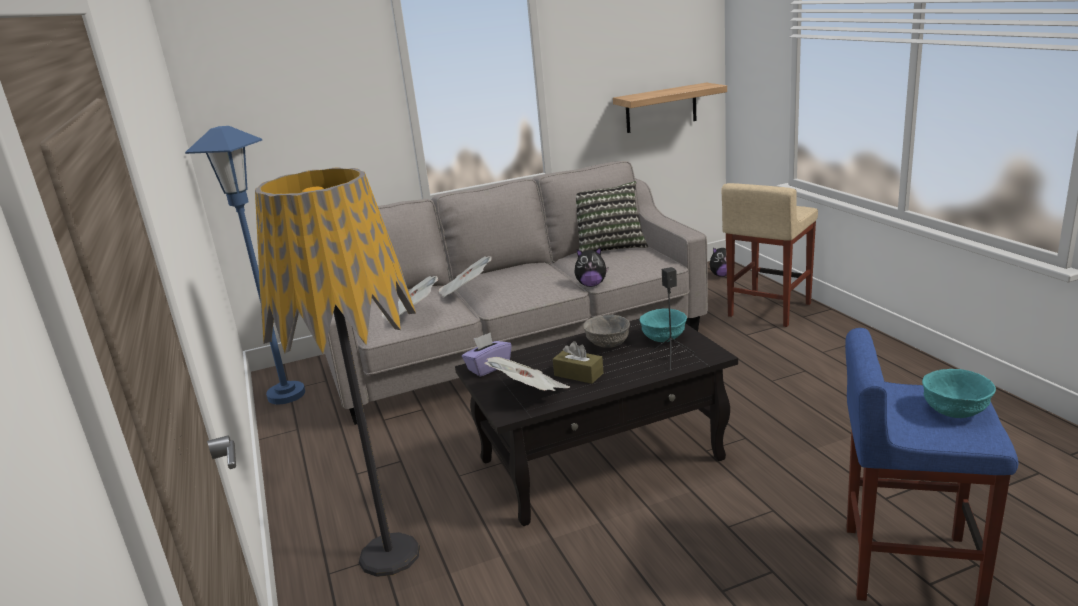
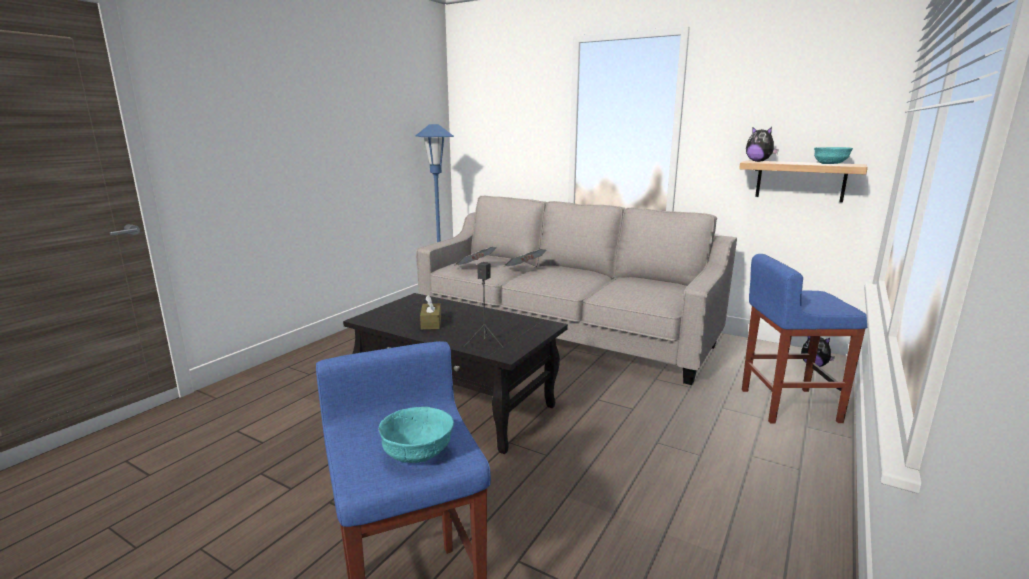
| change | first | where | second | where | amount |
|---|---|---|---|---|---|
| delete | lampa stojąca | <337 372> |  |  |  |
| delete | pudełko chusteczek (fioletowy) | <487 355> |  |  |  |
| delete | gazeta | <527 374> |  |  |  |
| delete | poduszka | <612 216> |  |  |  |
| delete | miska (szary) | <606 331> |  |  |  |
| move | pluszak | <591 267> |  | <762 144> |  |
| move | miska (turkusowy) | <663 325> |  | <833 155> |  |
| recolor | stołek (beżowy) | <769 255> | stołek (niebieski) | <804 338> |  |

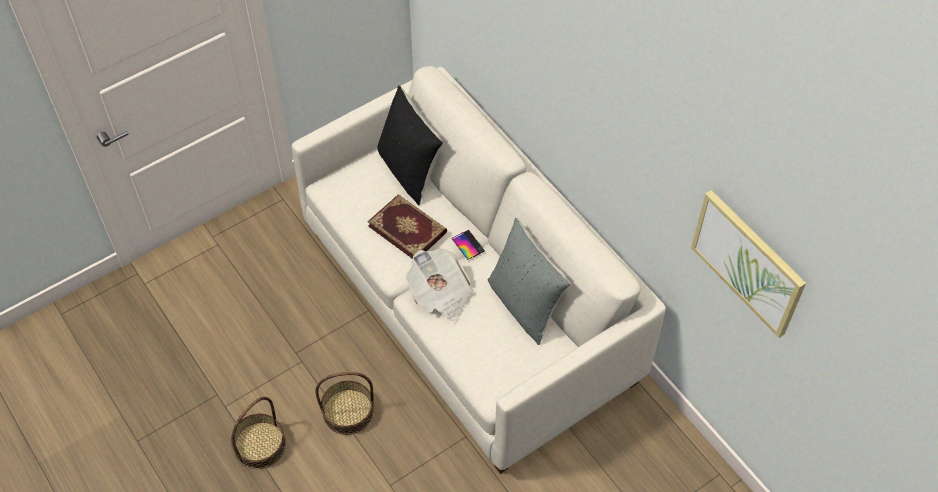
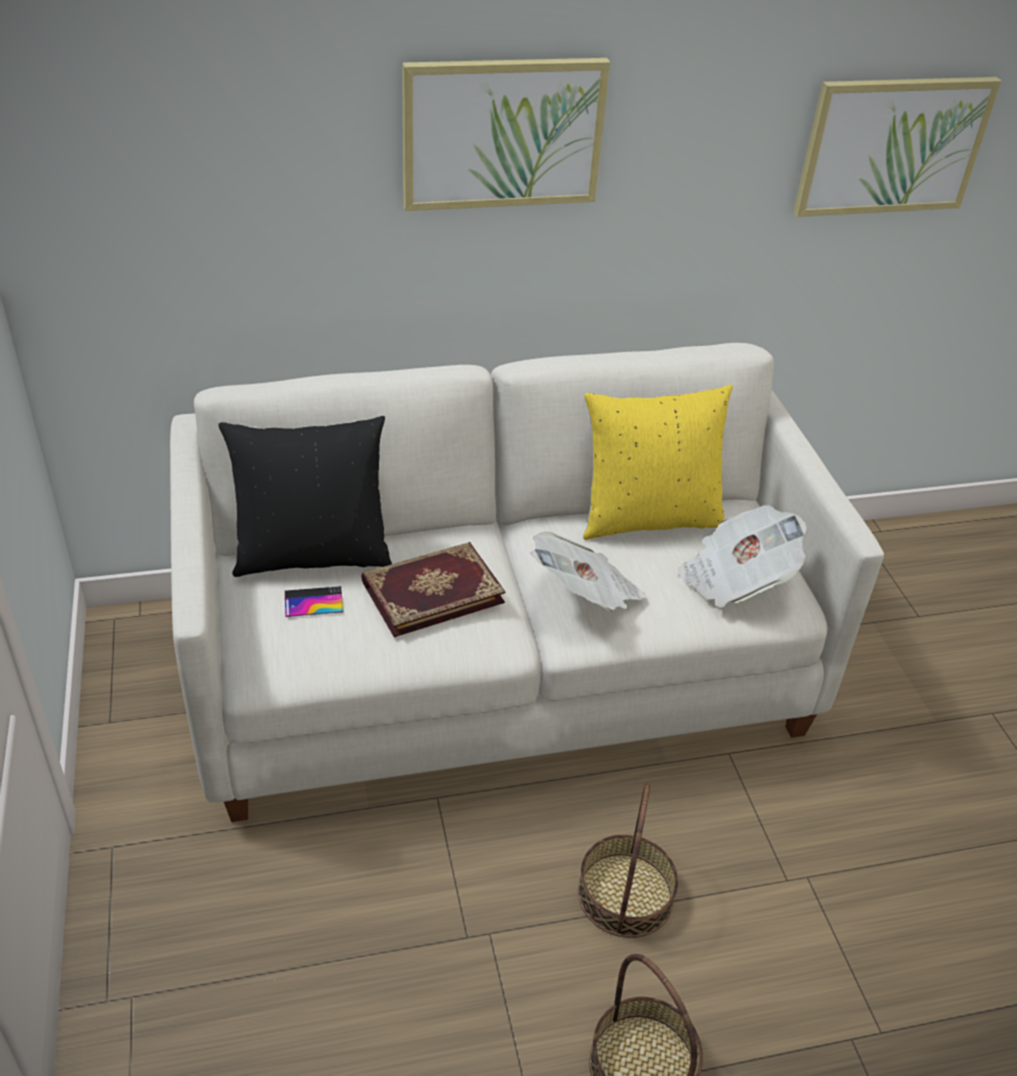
| change | first | where | second | where | amount |
|---|---|---|---|---|---|
| insert |  |  | obraz | <506 134> |  |
| insert |  |  | gazeta | <743 556> |  |
| move | telefon | <468 245> |  | <314 601> |  |
| recolor | poduszka (szary) | <529 281> | poduszka (żółty) | <658 462> |  |

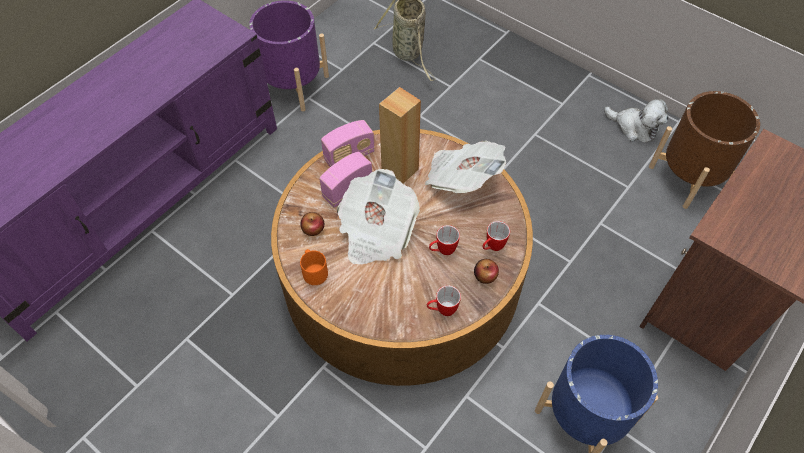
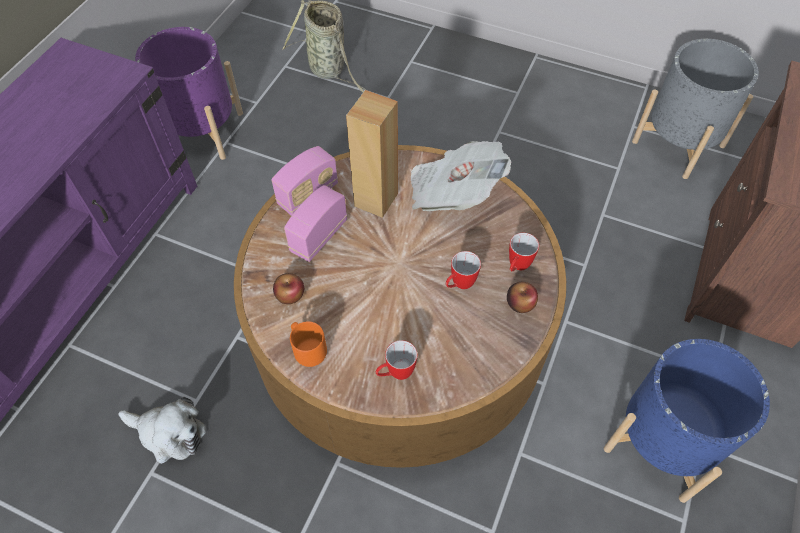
| change | first | where | second | where | amount |
|---|---|---|---|---|---|
| delete | gazeta | <378 216> |  |  |  |
| move | kubek | <444 300> |  | <396 360> |  |
| move | pluszak | <636 121> |  | <162 430> |  |
| recolor | donica (brązowy) | <704 150> | donica (szary) | <695 109> |  |

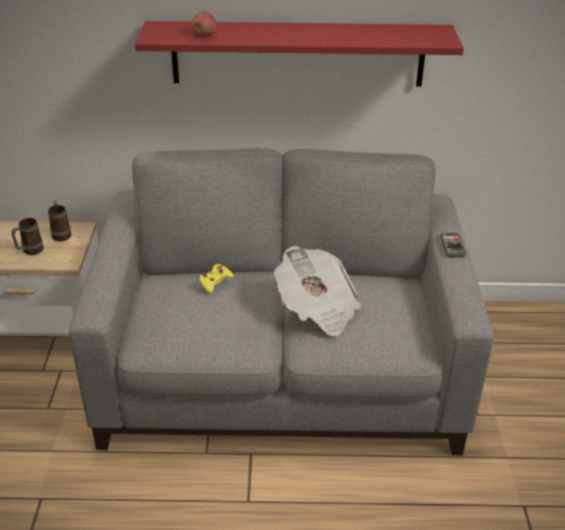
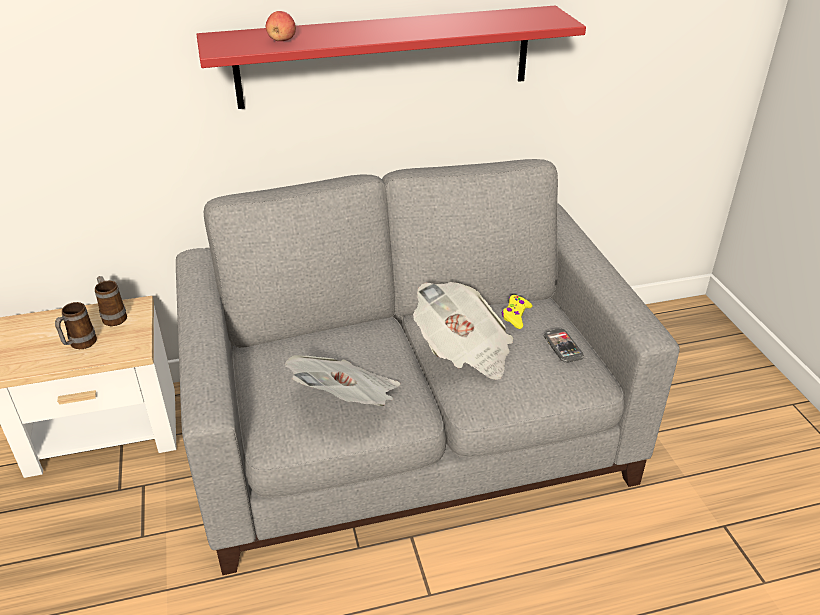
| change | first | where | second | where | amount |
|---|---|---|---|---|---|
| insert |  |  | gazeta | <343 380> |  |
| move | pad do gier (żółty) | <216 278> |  | <517 312> |  |
| move | telefon | <453 245> |  | <564 346> |  |

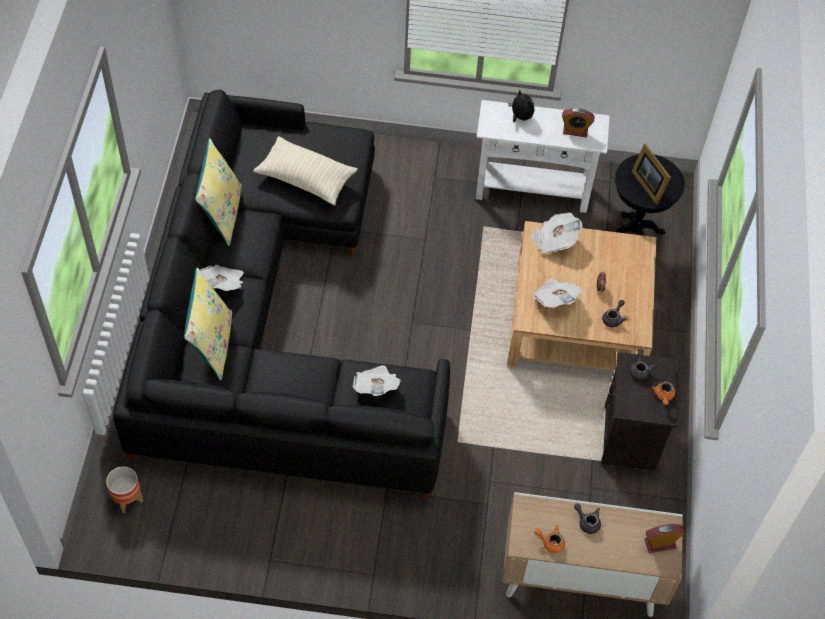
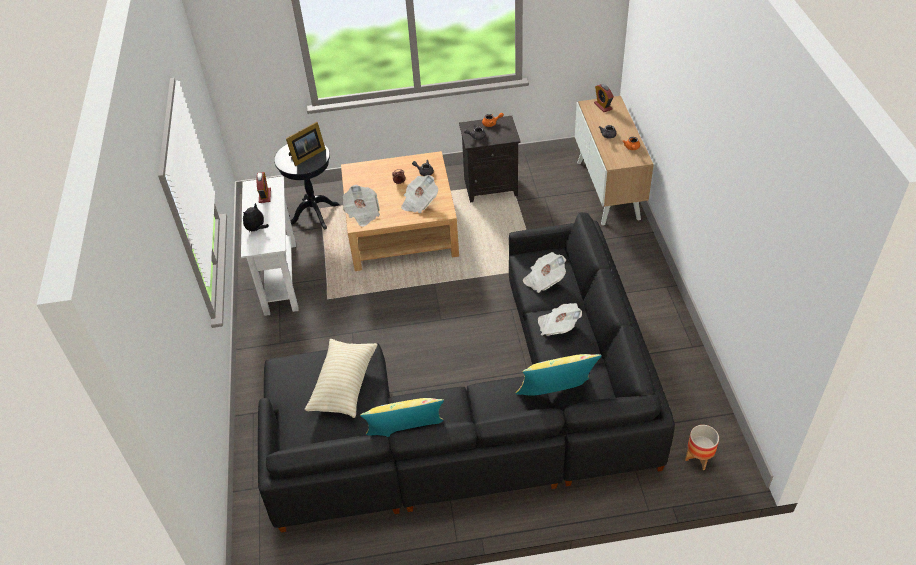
| change | first | where | second | where | amount |
|---|---|---|---|---|---|
| move | gazeta | <222 278> |  | <560 319> |  |

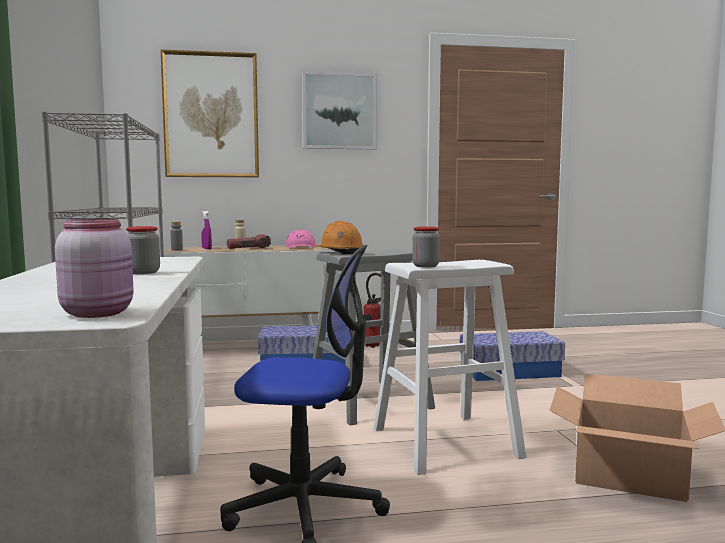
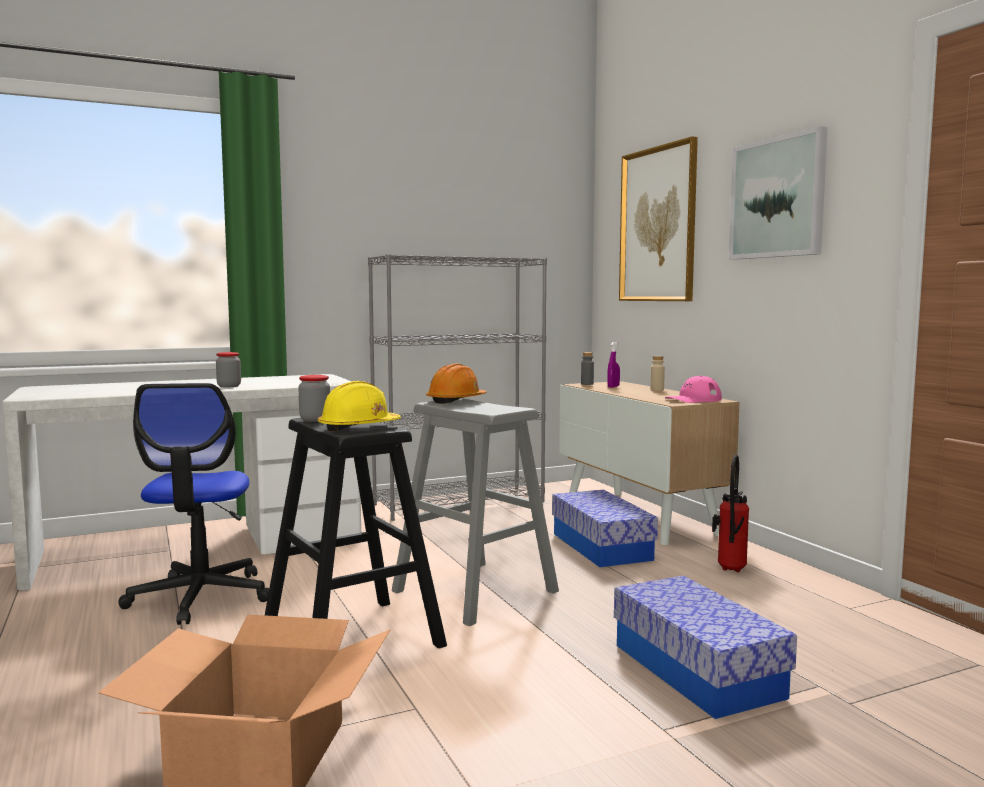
| change | first | where | second | where | amount |
|---|---|---|---|---|---|
| delete | słoik (różowy) | <94 268> |  |  |  |
| delete | latarka | <249 241> |  |  |  |
| insert |  |  | kask (żółty) | <359 406> |  |
| recolor | stołek (biały) | <450 367> | stołek (czarny) | <356 533> |  |

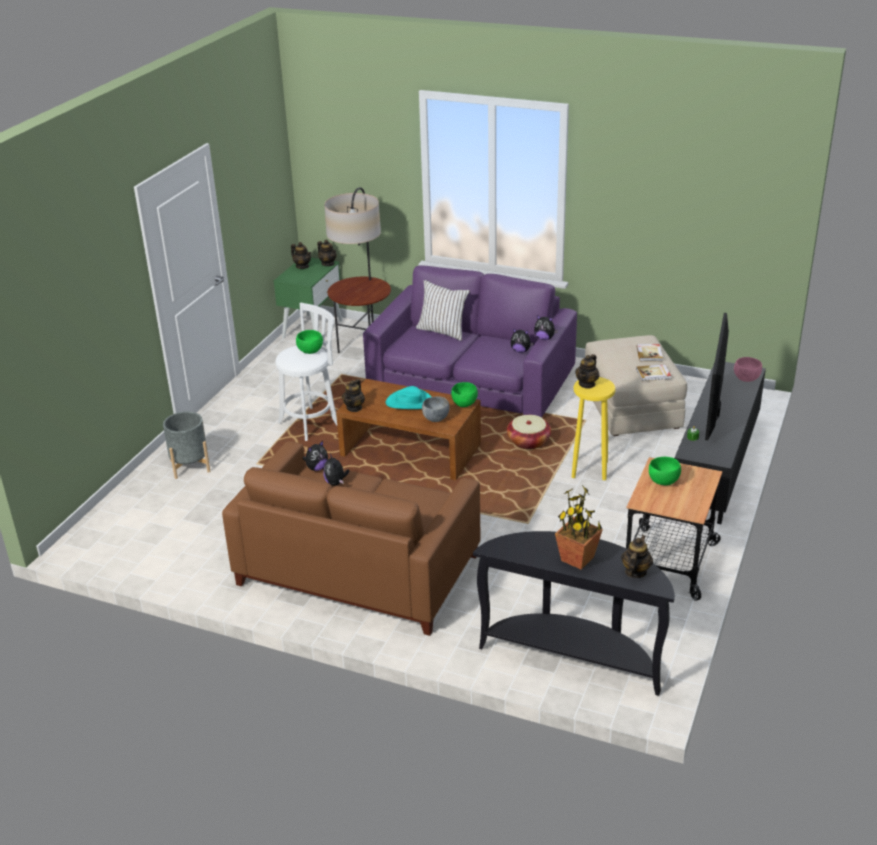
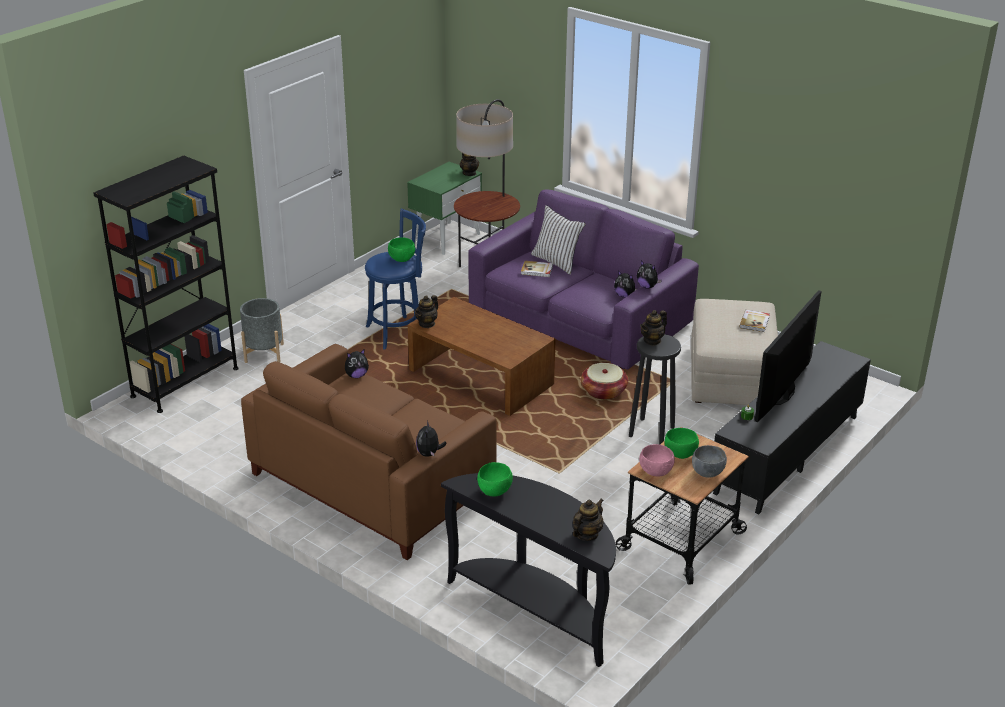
| change | first | where | second | where | amount |
|---|---|---|---|---|---|
| delete | imbryk | <301 255> |  |  |  |
| delete | kapelusz (turkusowy) | <408 397> |  |  |  |
| delete | roślina doniczkowa | <579 527> |  |  |  |
| insert |  |  | regał (czarny) | <166 284> |  |
| move | pluszak | <336 469> |  | <431 439> |  |
| move | miska (szary) | <436 409> |  | <709 461> |  |
| move | miska (zielony) | <464 394> |  | <495 479> |  |
| move | książka | <653 372> |  | <537 269> |  |
| move | miska (różowy) | <748 369> |  | <657 460> |  |
| recolor | stołek (biały) | <306 372> | stołek (niebieski) | <395 279> |  |
| recolor | stołek (żółty) | <594 428> | stołek (czarny) | <655 389> |  |

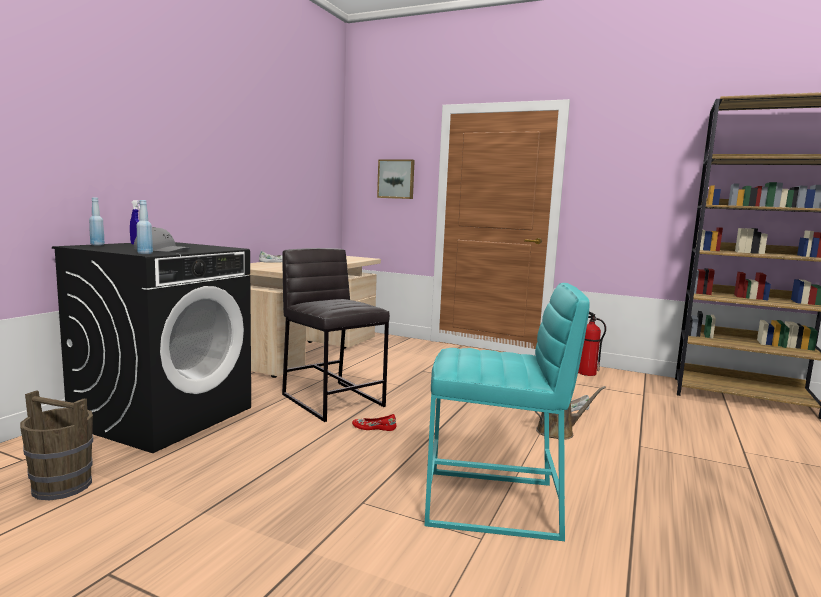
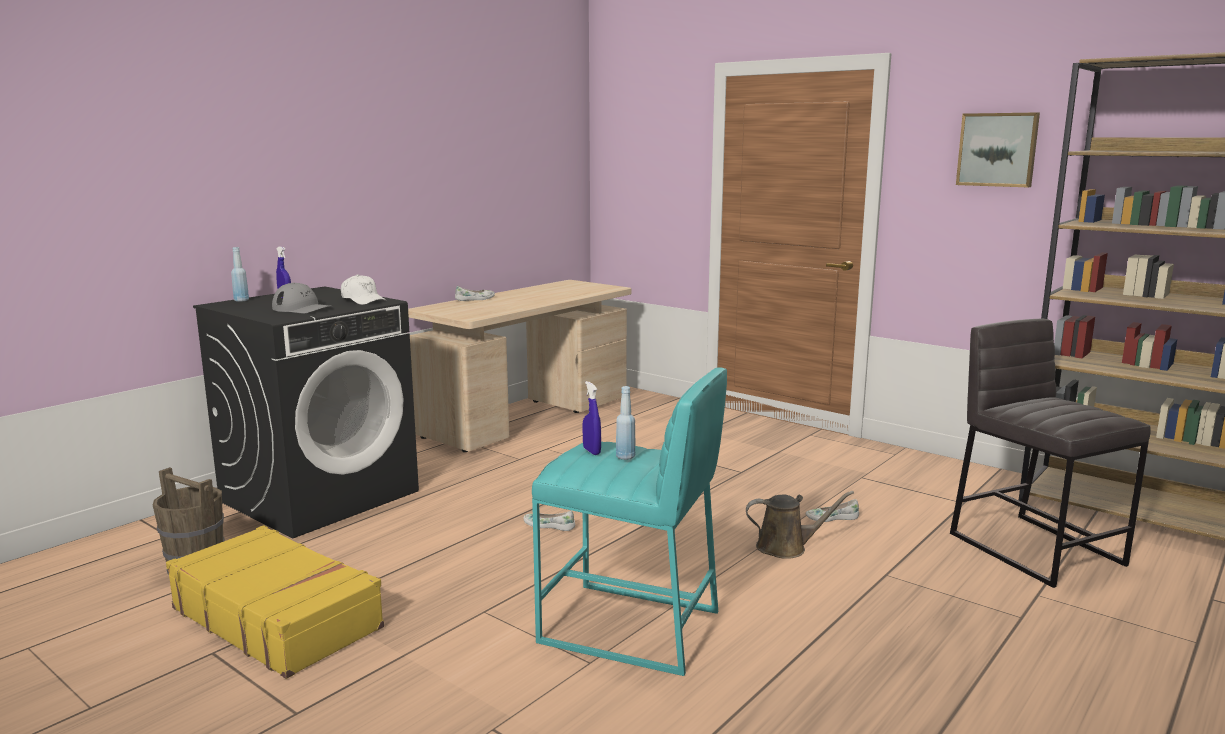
| change | first | where | second | where | amount |
|---|---|---|---|---|---|
| delete | gaśnica | <592 343> |  |  |  |
| insert |  |  | walizka (żółty) | <275 602> |  |
| insert |  |  | czapka z daszkiem (biały) | <364 289> |  |
| insert |  |  | spryskiwacz (niebieski) | <591 418> |  |
| move | butelka (niebieski) | <144 227> |  | <625 423> |  |
| move | stołek (szary) | <336 335> |  | <1050 453> |  |
| move | obraz | <396 179> |  | <998 149> |  |
| recolor | but (czerwony) | <374 422> | but (biały) | <549 521> |  |

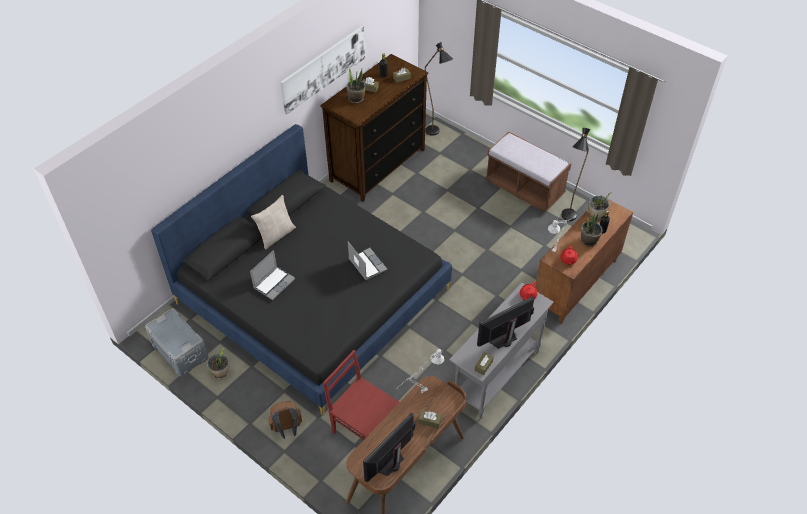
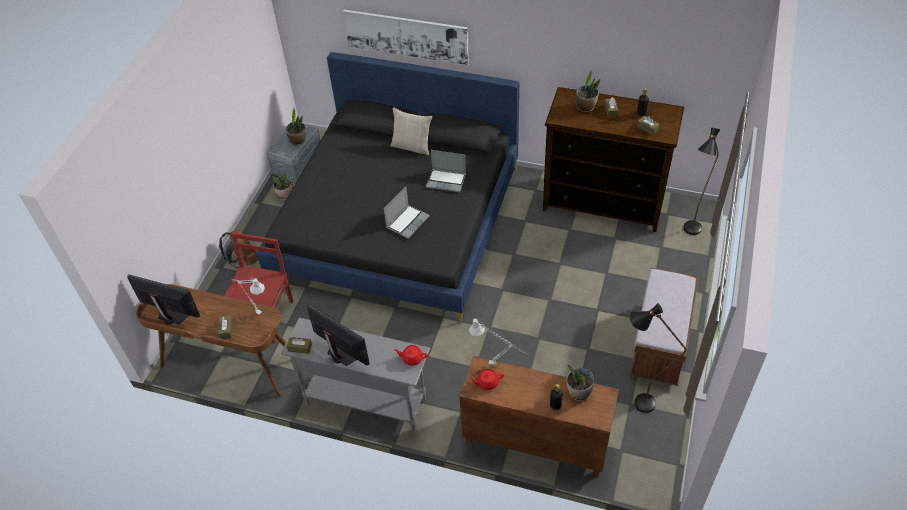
| change | first | where | second | where | amount |
|---|---|---|---|---|---|
| move | laptop | <272 275> |  | <446 171> |  |
| move | obraz | <323 70> |  | <406 37> |  |
| move | roślina doniczkowa | <591 228> |  | <296 126> |  |

